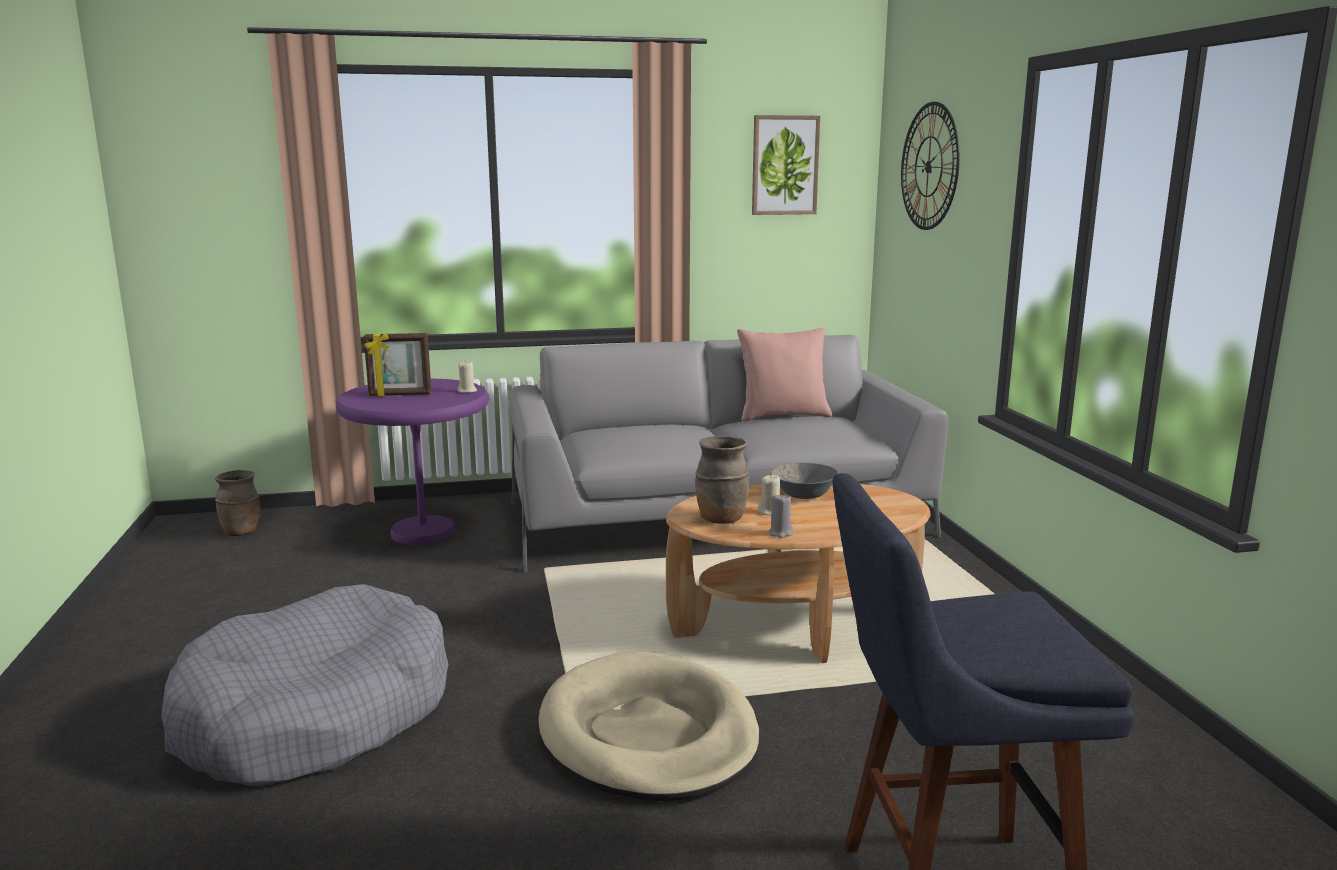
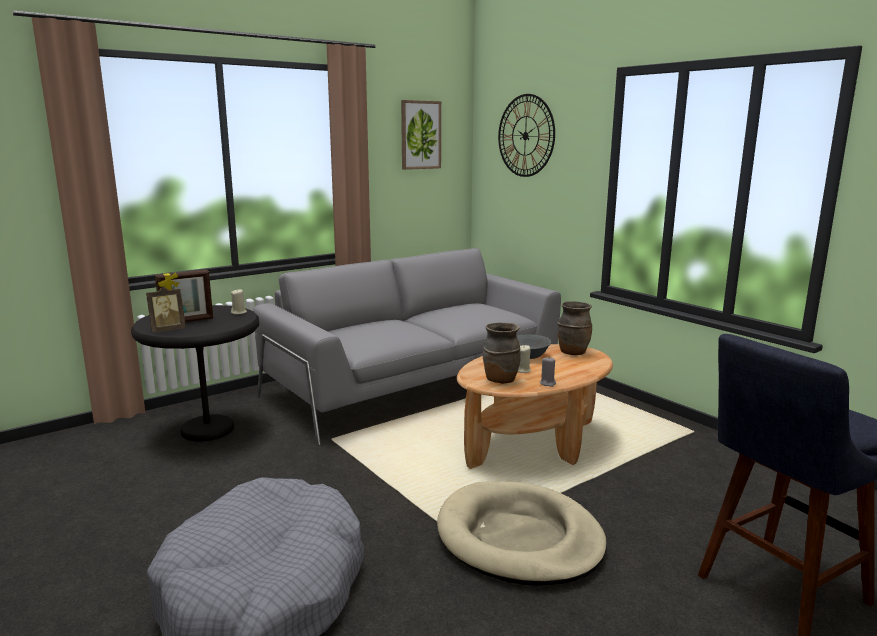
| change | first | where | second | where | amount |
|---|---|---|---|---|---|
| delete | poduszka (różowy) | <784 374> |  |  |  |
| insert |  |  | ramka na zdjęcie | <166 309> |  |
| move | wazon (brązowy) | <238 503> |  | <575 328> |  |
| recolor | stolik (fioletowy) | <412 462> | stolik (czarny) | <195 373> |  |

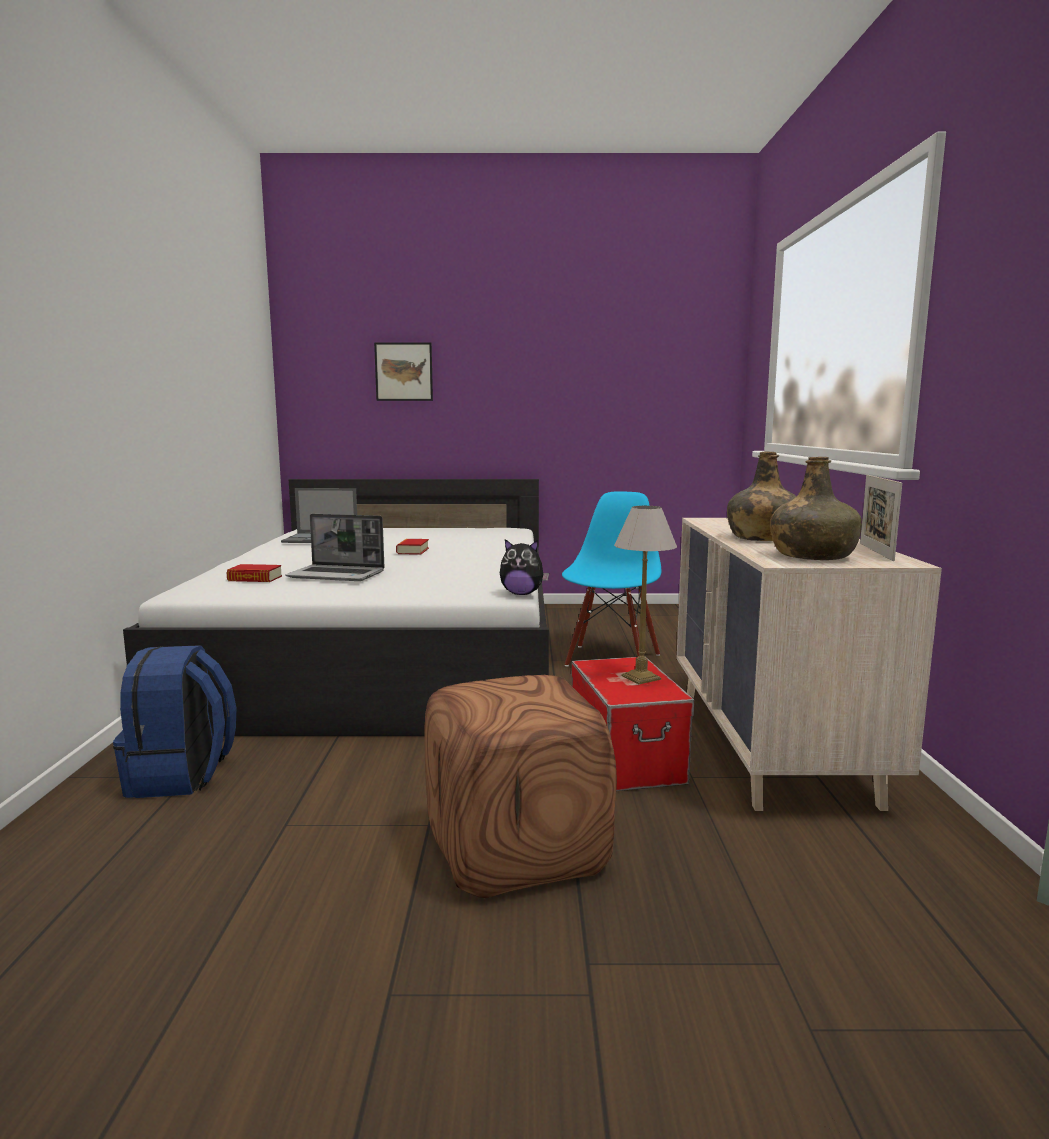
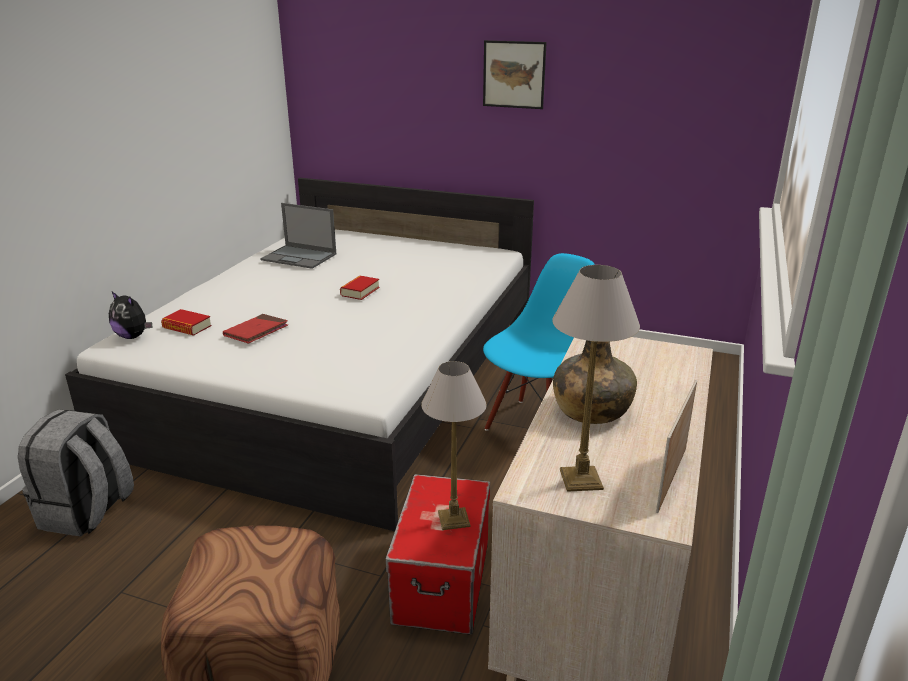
| change | first | where | second | where | amount |
|---|---|---|---|---|---|
| move | obraz | <403 371> |  | <515 74> |  |
| move | pluszak | <524 567> |  | <131 315> |  |
| replace | laptop | <335 547> | książka (czerwony) | <255 329> |  |
| replace | butelka (zielony) | <816 508> | lampa stołowa | <596 378> |  |
| recolor | plecak (niebieski) | <175 721> | plecak (szary) | <76 473> |  |

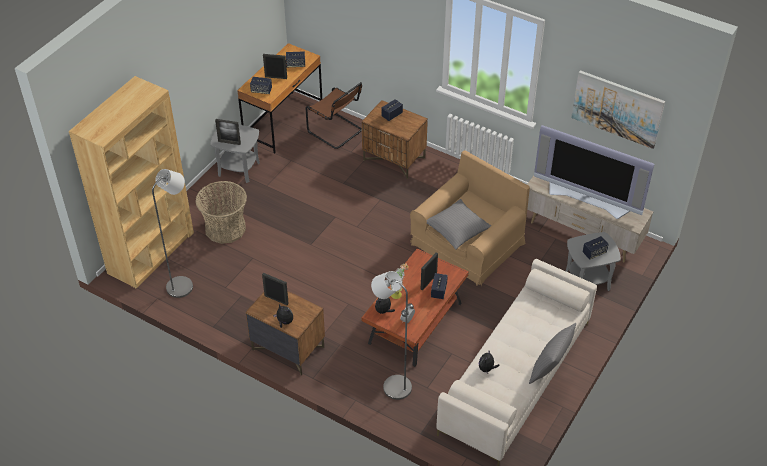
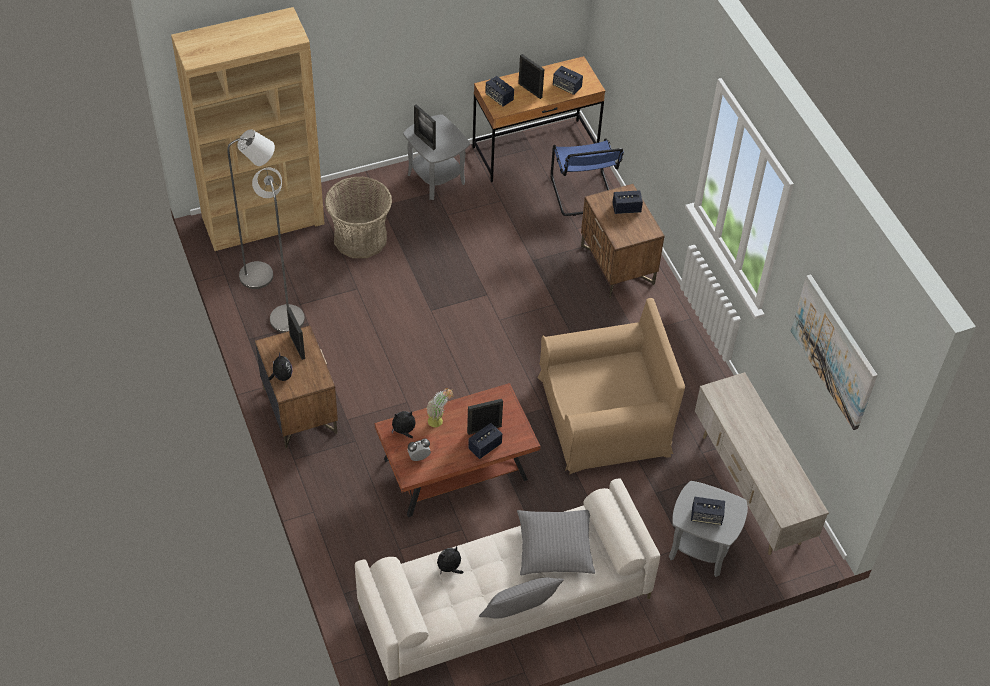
| change | first | where | second | where | amount |
|---|---|---|---|---|---|
| delete | telewizor | <594 172> |  |  |  |
| move | lampa stojąca (szary) | <391 335> |  | <278 250> |  |
| move | poduszka (szary) | <459 224> |  | <556 542> |  |
| recolor | krzesło (brązowy) | <334 115> | krzesło (niebieski) | <587 177> |  |

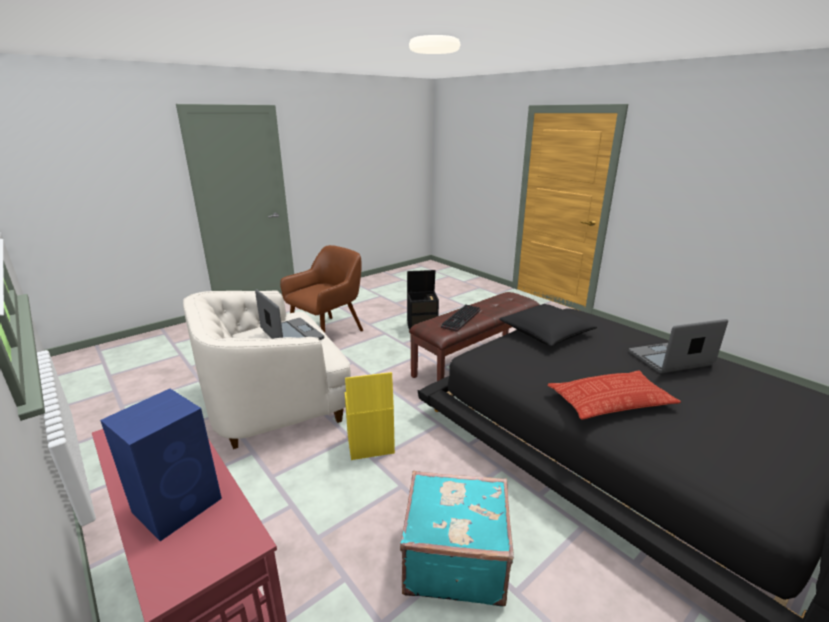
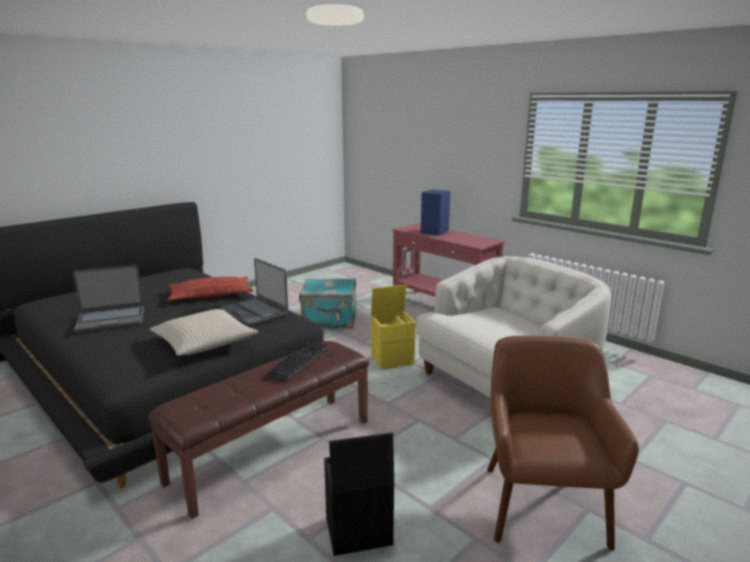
| change | first | where | second | where | amount |
|---|---|---|---|---|---|
| move | laptop | <289 314> |  | <254 292> |  |
| recolor | poduszka (czarny) | <548 325> | poduszka (beżowy) | <204 332> |  |
| rotate | fotel (brązowy) | <321 289> |  | <563 443> | 150 degrees clockwise |

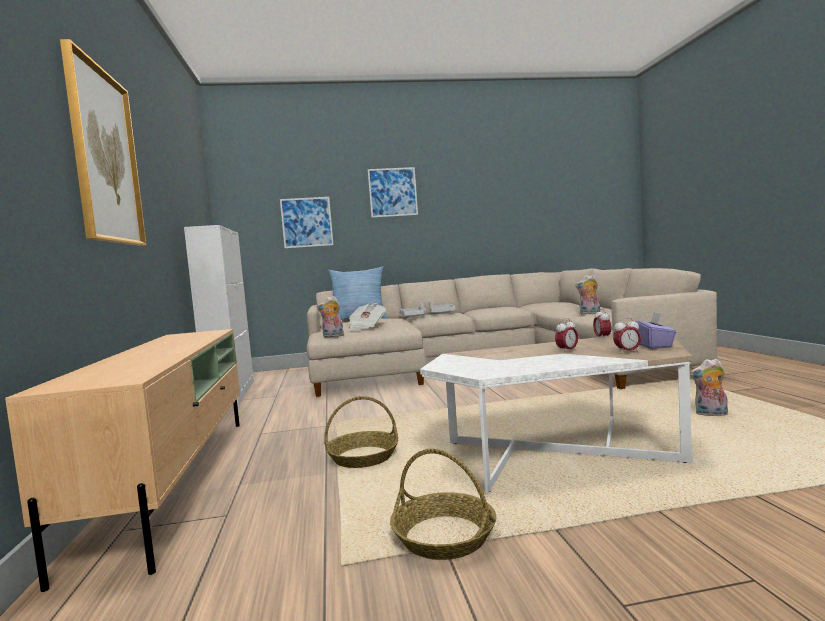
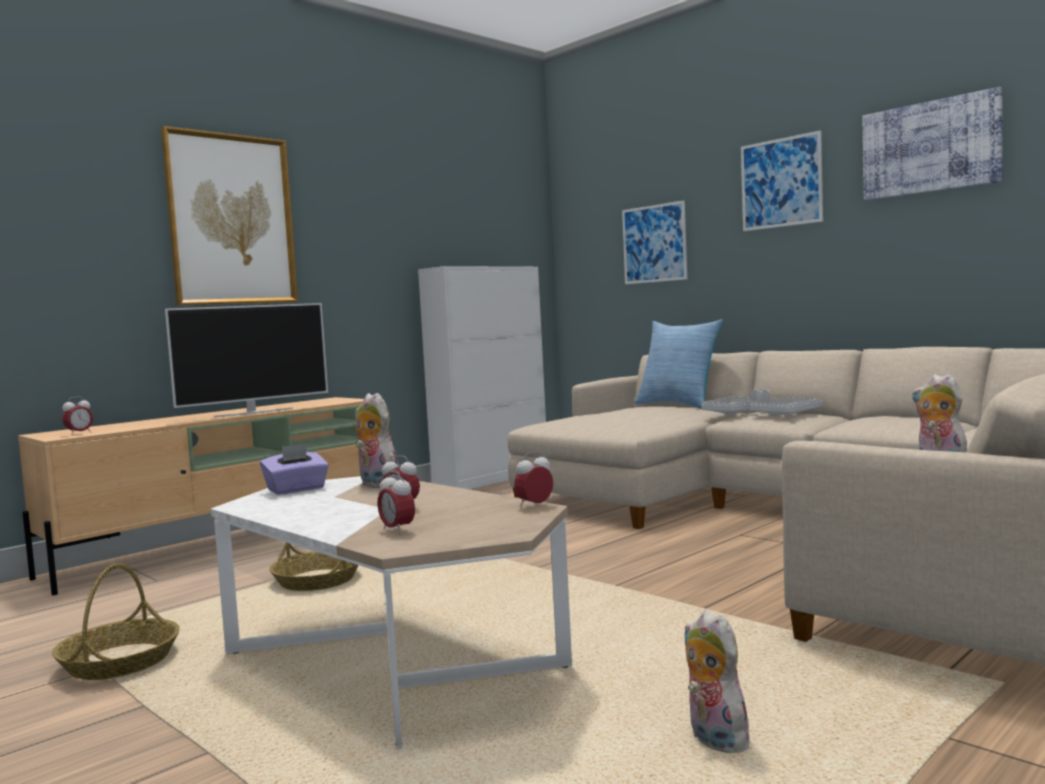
| change | first | where | second | where | amount |
|---|---|---|---|---|---|
| delete | gazeta | <367 317> |  |  |  |
| insert |  |  | budzik | <77 415> |  |
| insert |  |  | telewizor | <246 360> |  |
| insert |  |  | obraz | <932 143> |  |
| move | pluszak | <330 317> |  | <377 441> |  |
| move | pudełko chusteczek (fioletowy) | <655 330> |  | <294 469> |  |

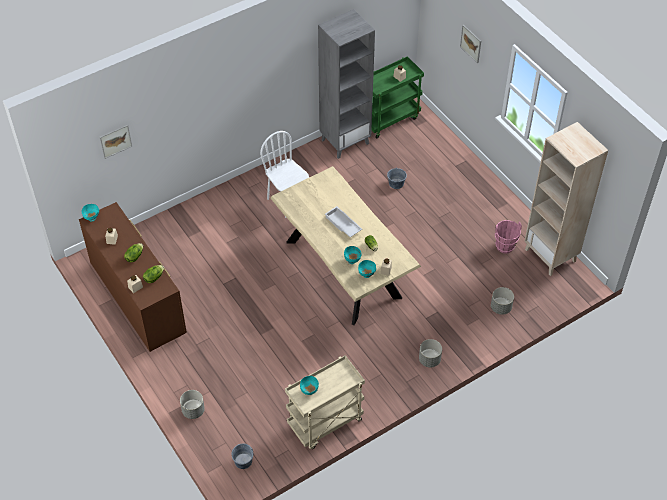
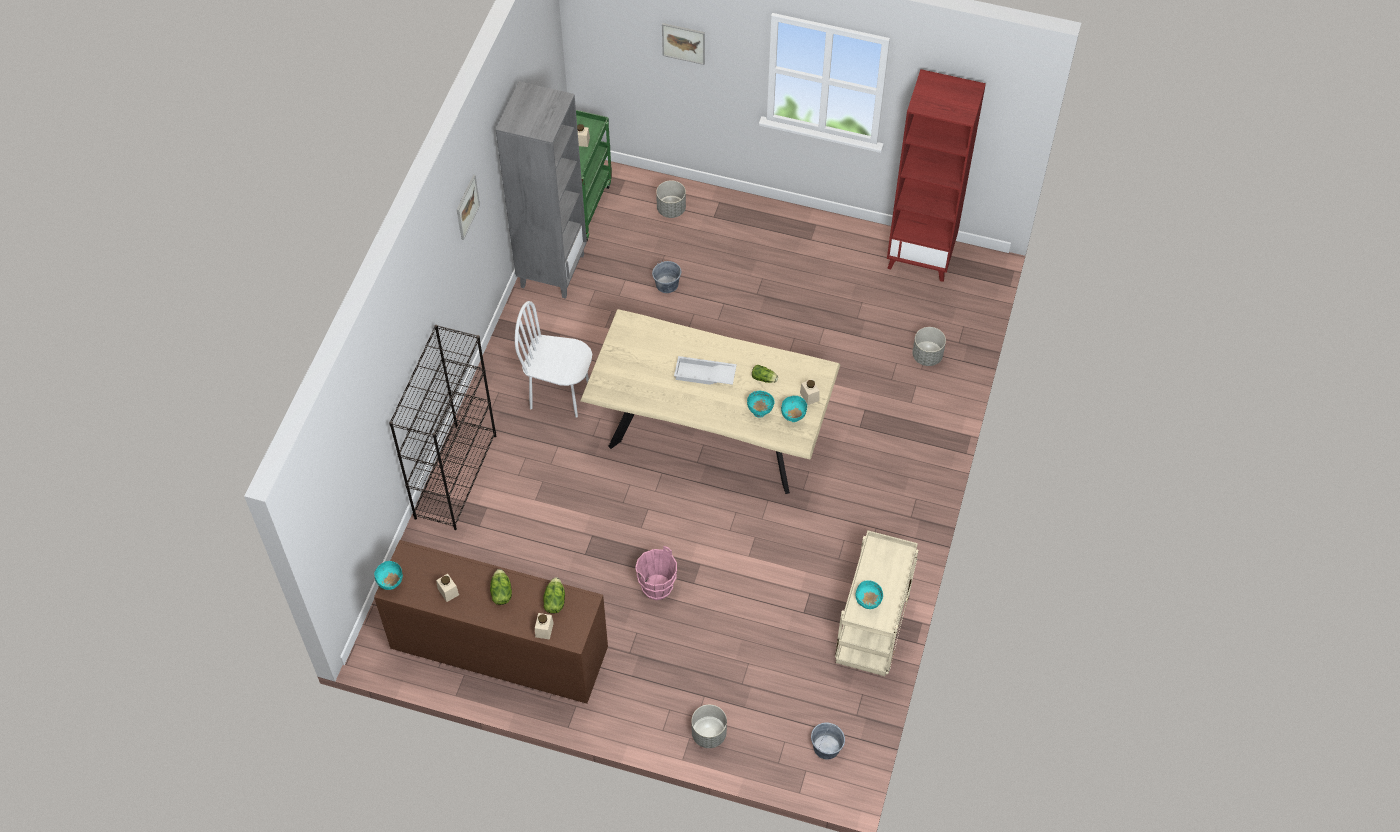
| change | first | where | second | where | amount |
|---|---|---|---|---|---|
| insert |  |  | regał (czarny) | <442 427> |  |
| move | obraz | <116 141> |  | <468 207> |  |
| move | donica (szary) | <430 353> |  | <671 199> |  |
| move | wiadro (różowy) | <508 237> |  | <656 573> |  |
| recolor | regał (beżowy) | <566 199> | regał (czerwony) | <936 175> |  |

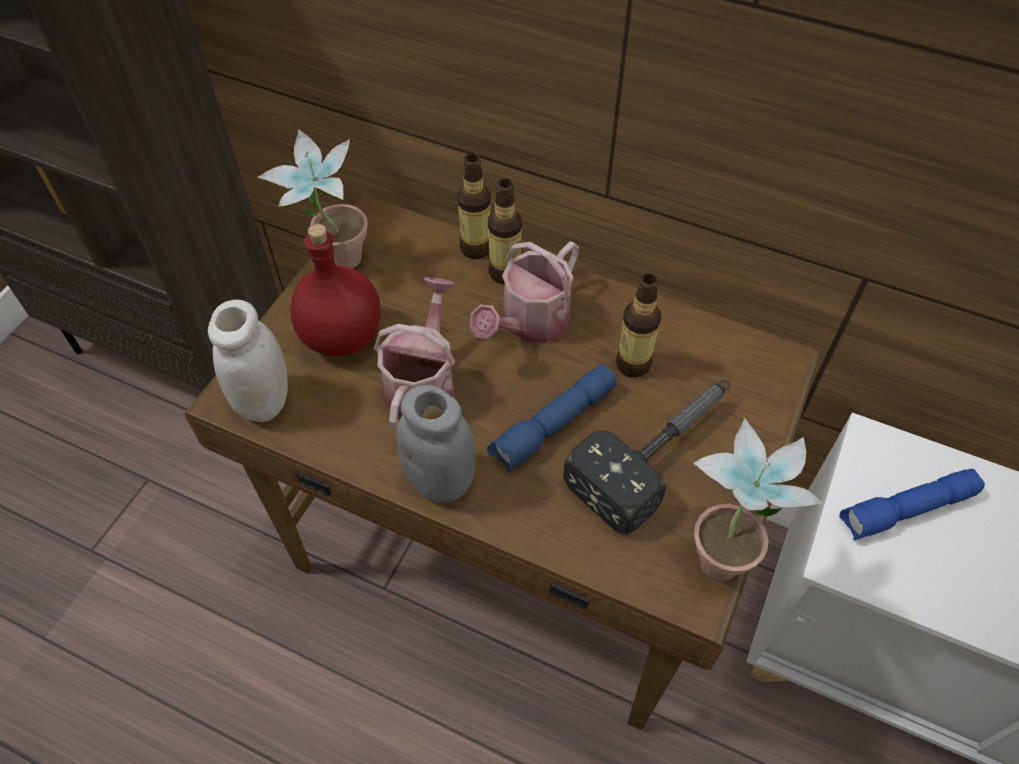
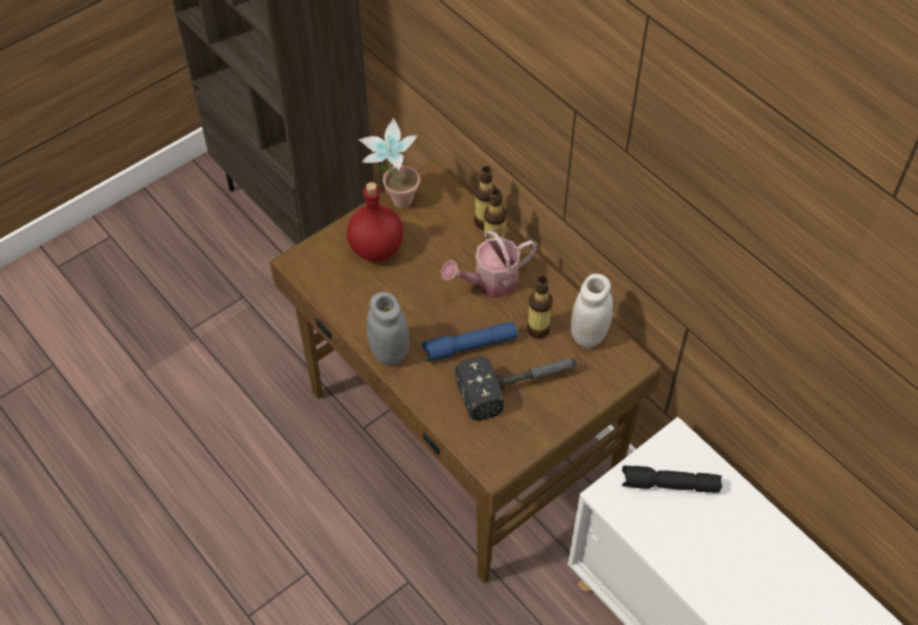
| change | first | where | second | where | amount |
|---|---|---|---|---|---|
| delete | konewka | <414 353> |  |  |  |
| delete | roślina doniczkowa | <758 499> |  |  |  |
| move | słoik (biały) | <248 361> |  | <592 311> |  |
| recolor | latarka (niebieski) | <912 504> | latarka (czarny) | <672 479> |  |

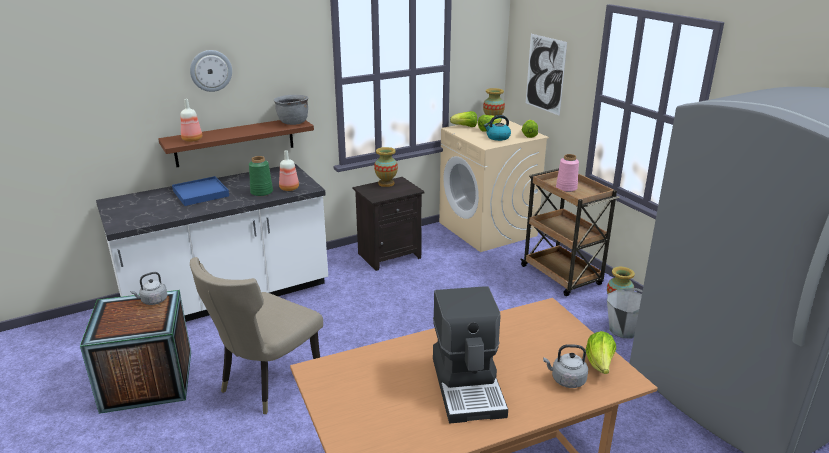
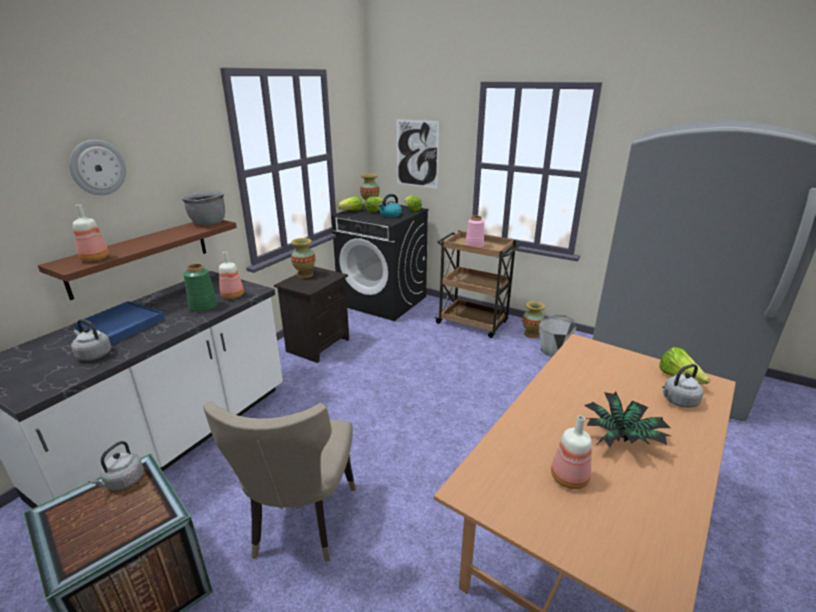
| change | first | where | second | where | amount |
|---|---|---|---|---|---|
| insert |  |  | czajnik (szary) | <91 340> |  |
| insert |  |  | butelka | <571 452> |  |
| replace | ekspres do kawy | <470 355> | roślina doniczkowa | <627 420> |  |
| recolor | pralka (beżowy) | <494 185> | pralka (czarny) | <380 262> |  |

